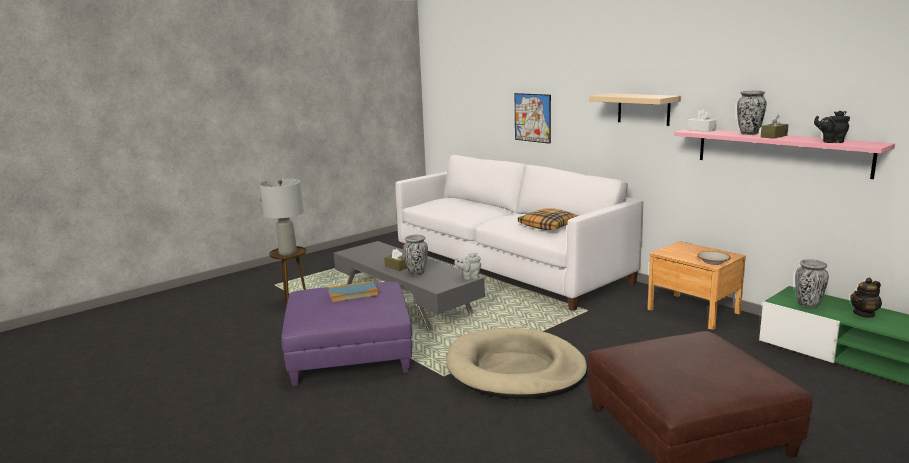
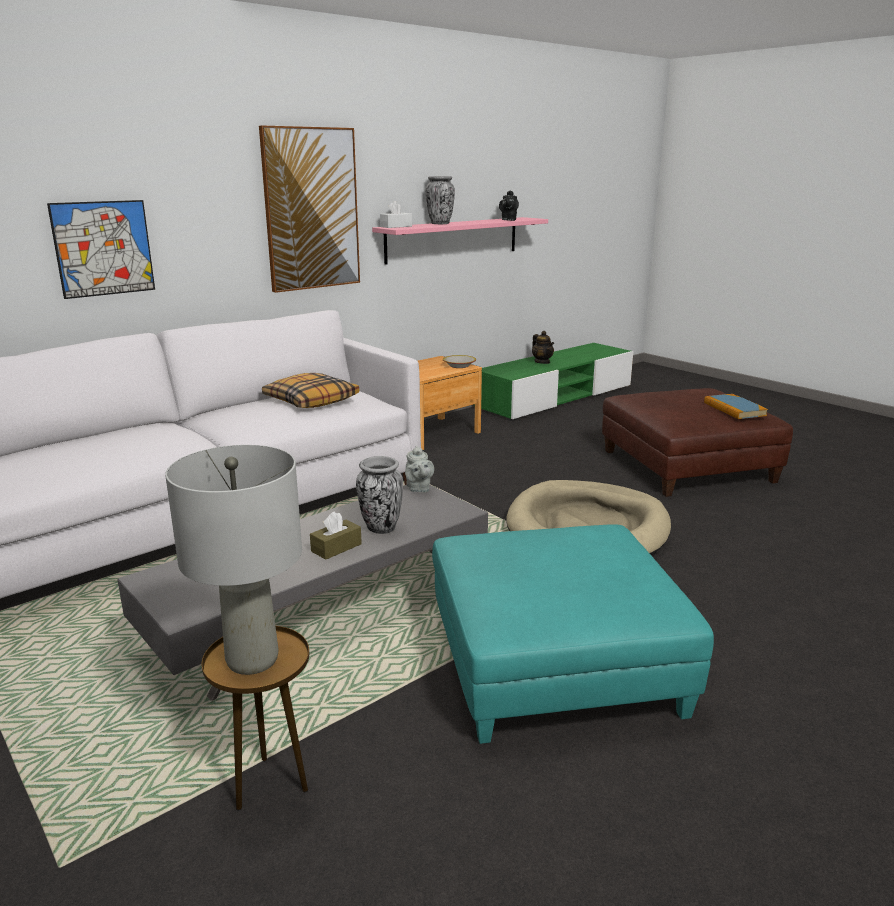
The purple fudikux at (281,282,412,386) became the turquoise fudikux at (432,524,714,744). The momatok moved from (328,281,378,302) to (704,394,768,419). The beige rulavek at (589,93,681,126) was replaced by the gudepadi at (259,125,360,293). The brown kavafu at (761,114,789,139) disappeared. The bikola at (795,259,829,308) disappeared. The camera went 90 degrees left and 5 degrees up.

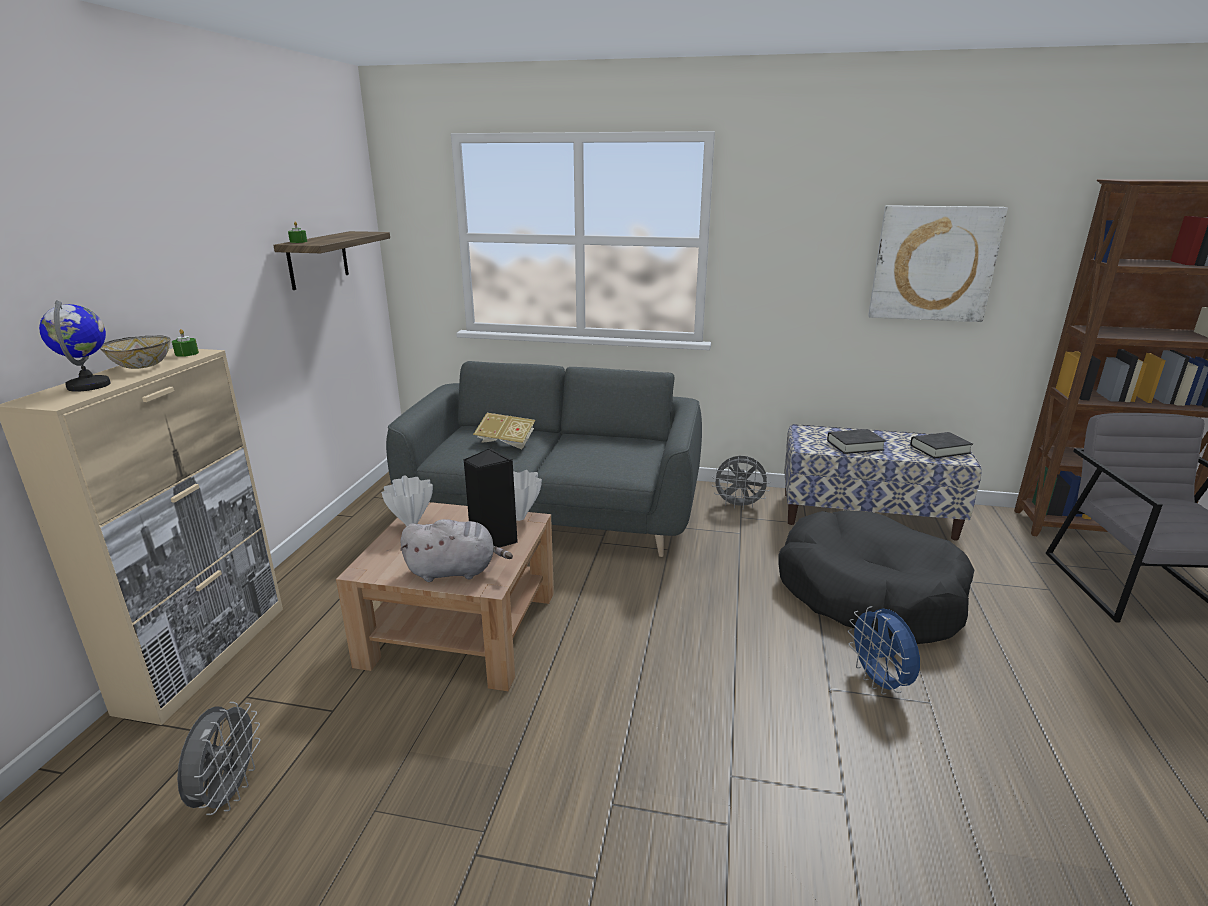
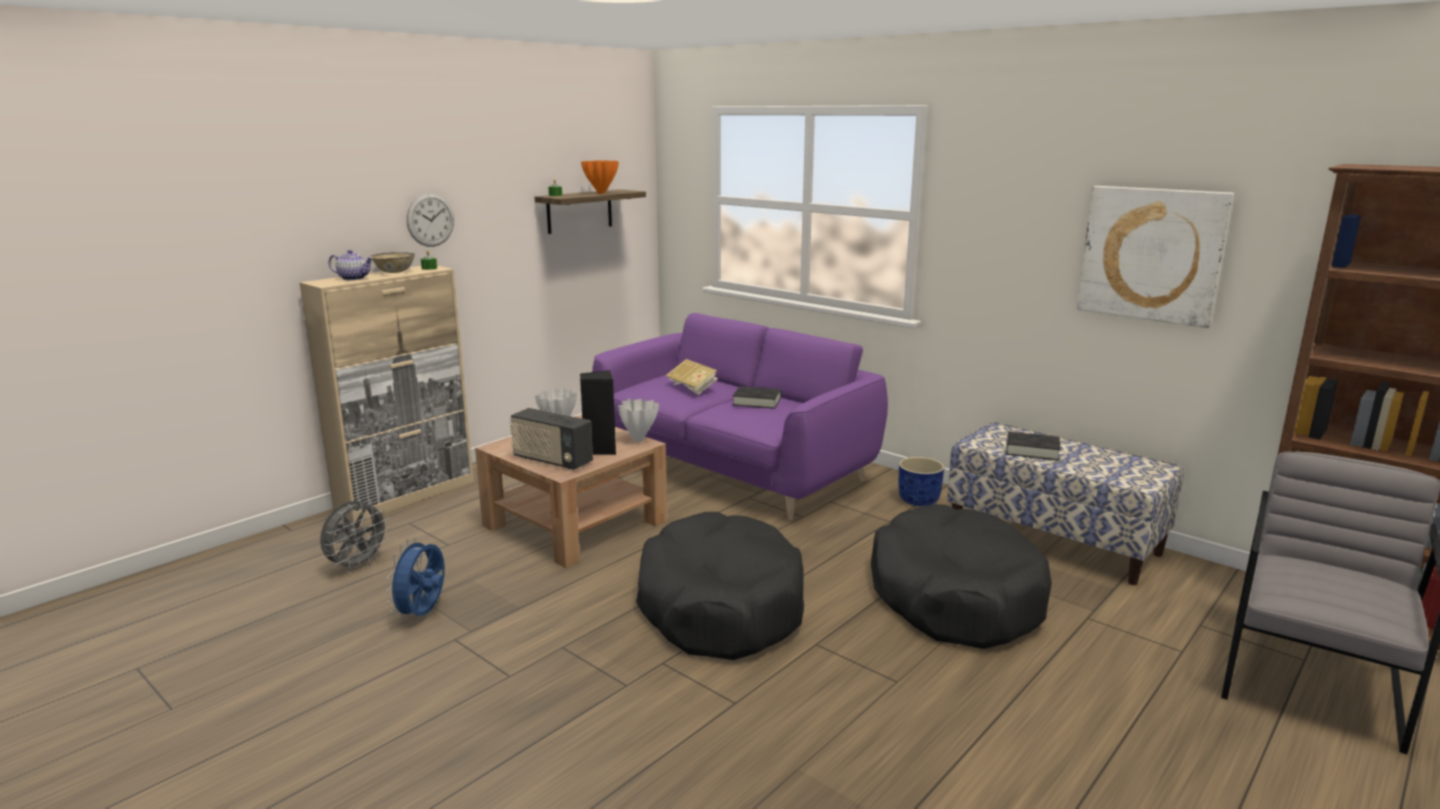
The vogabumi at (39,300,110,392) was replaced by the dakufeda at (329,250,374,280). The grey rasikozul at (386,361,702,557) became the purple rasikozul at (592,313,888,520). The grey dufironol at (400,519,513,582) was replaced by the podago at (510,408,593,470). The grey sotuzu at (712,456,771,510) was replaced by the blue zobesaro at (898,457,944,506). The blue sotuzu moved from (848,606,920,695) to (385,537,445,619). The black momatok moved from (910,432,973,459) to (733,386,781,409). The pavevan at (406,193,454,247) appeared. The orange bikola at (581,160,619,194) appeared. The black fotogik at (636,512,804,660) appeared. The camera went 30 degrees right and 5 degrees down.

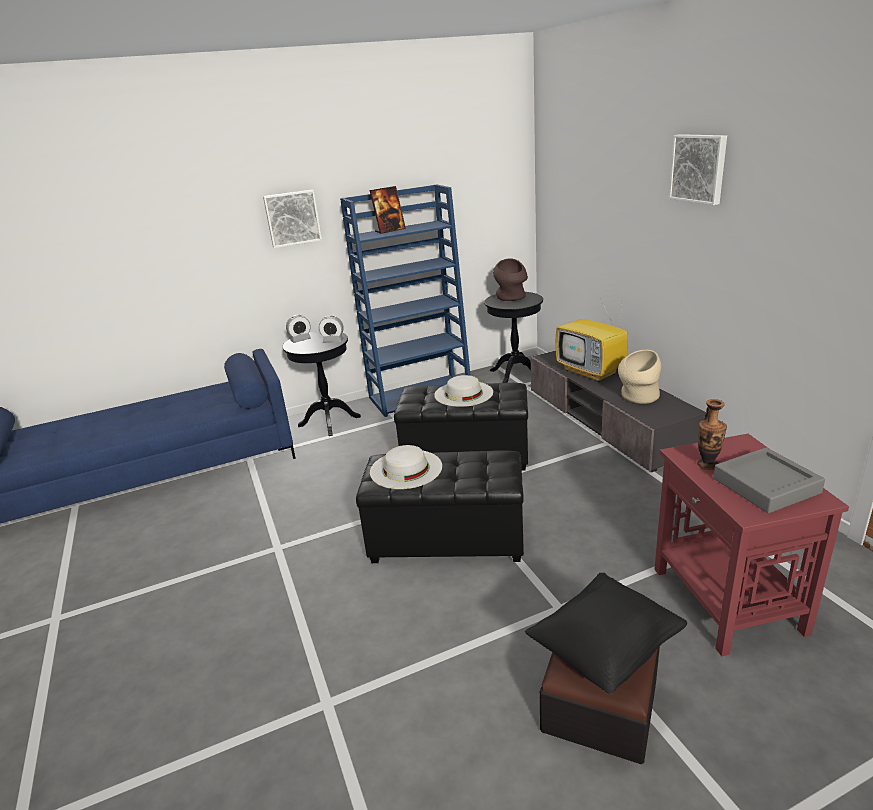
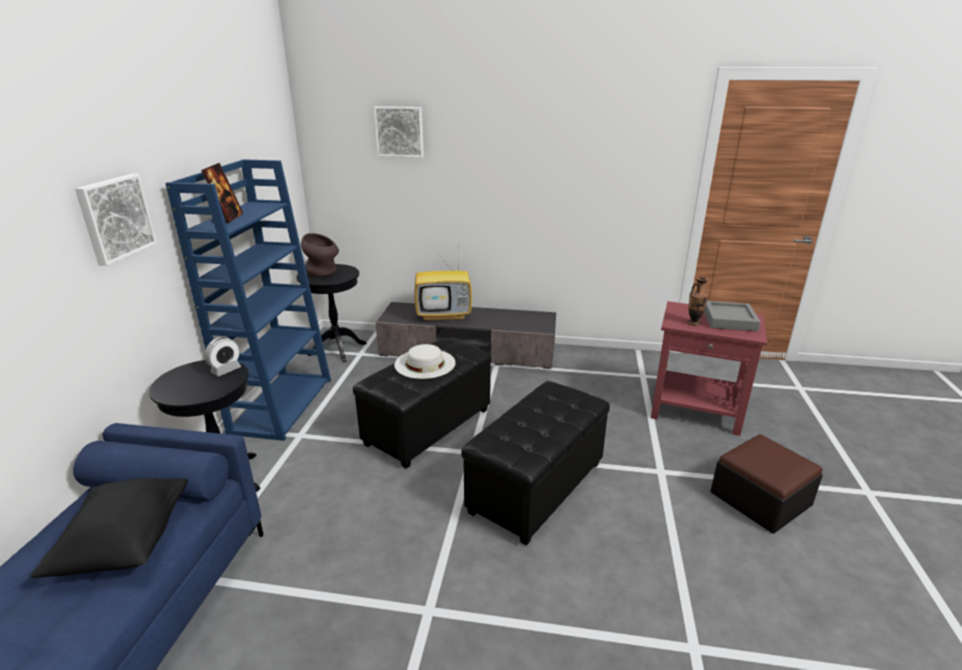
The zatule at (286,315,311,343) disappeared. The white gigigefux at (370,445,442,489) disappeared. The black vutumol moved from (525,573,687,694) to (30,478,188,578). The beige bikola at (618,350,662,404) disappeared. The gudepadi moved from (669,134,727,205) to (374,106,424,157). The camera went 60 degrees left and 0 degrees up.

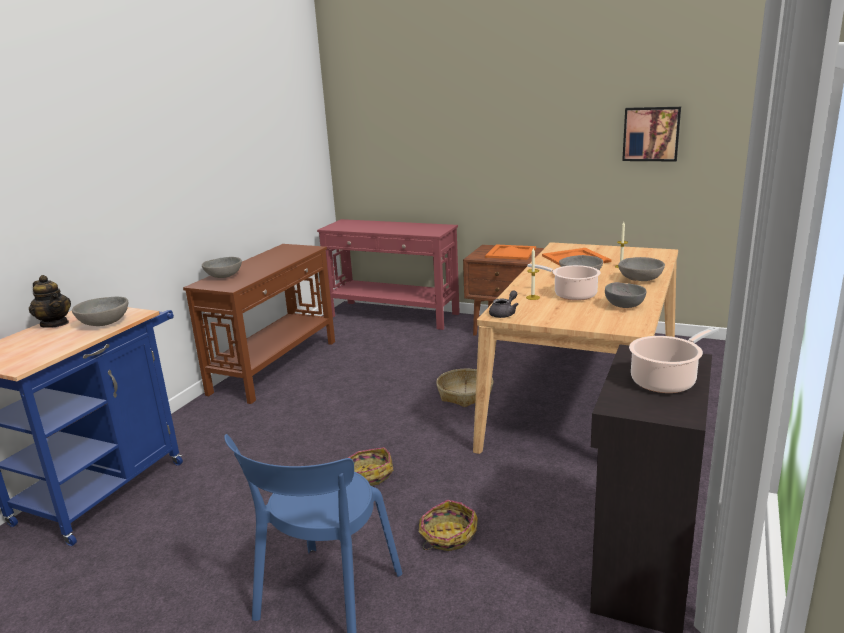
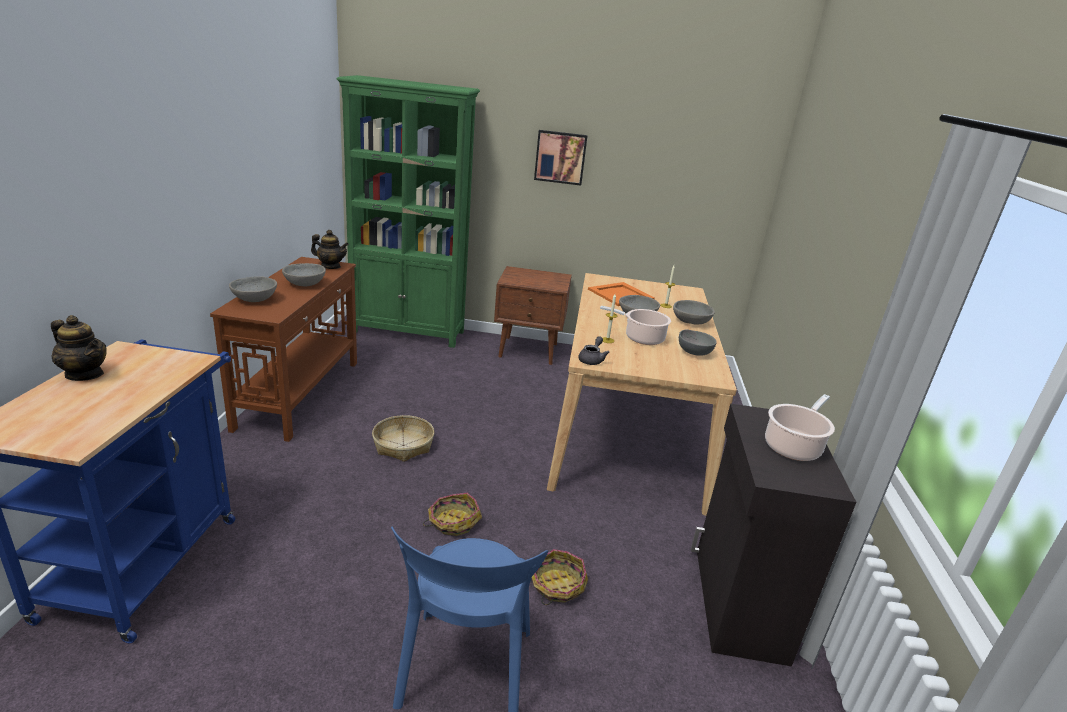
The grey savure moved from (72,297,128,326) to (282,263,326,286). The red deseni at (317,219,460,330) was replaced by the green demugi at (337,75,480,348). The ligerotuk moved from (436,369,494,407) to (372,415,434,462). The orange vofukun at (485,244,536,260) disappeared. The gudepadi moved from (622,107,681,161) to (534,130,588,186). The dakufeda at (311,230,349,269) appeared. The camera went 20 degrees left and 5 degrees up.

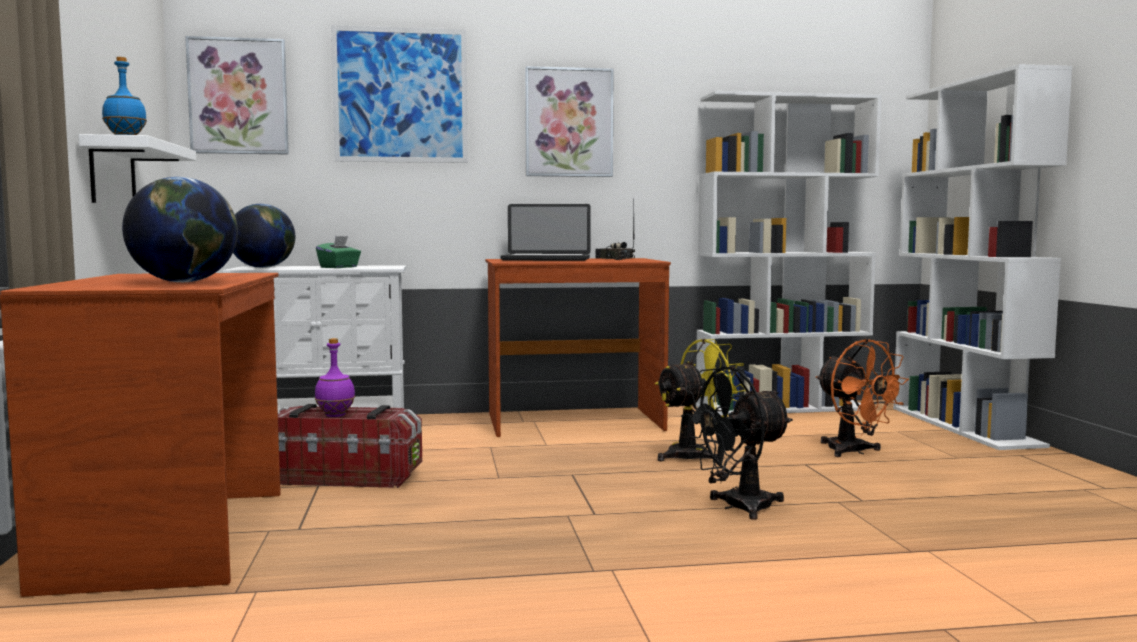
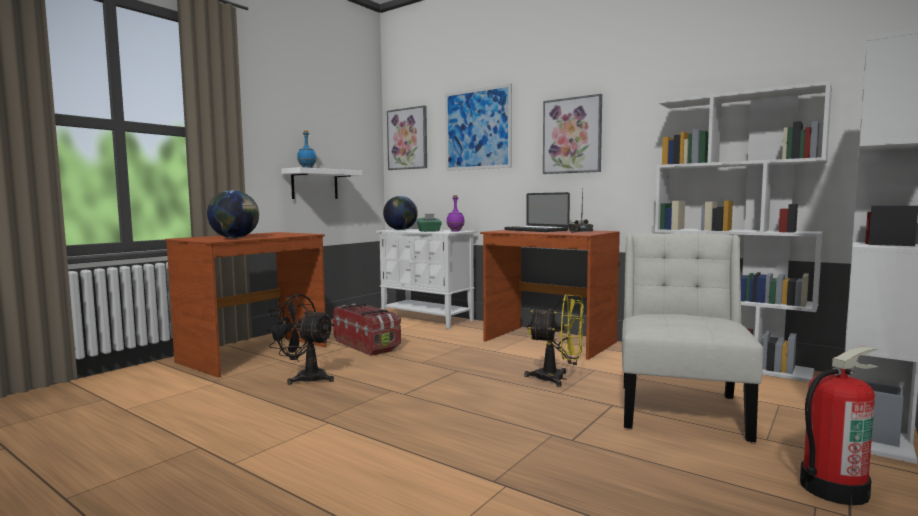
The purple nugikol moved from (315,338,355,417) to (447,195,465,232). The black sotuzu moved from (681,367,793,520) to (265,294,335,385). The orange sotuzu at (816,339,909,457) was replaced by the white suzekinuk at (622,233,763,442). The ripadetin at (800,346,879,505) appeared. The camera went 45 degrees right and 0 degrees up.

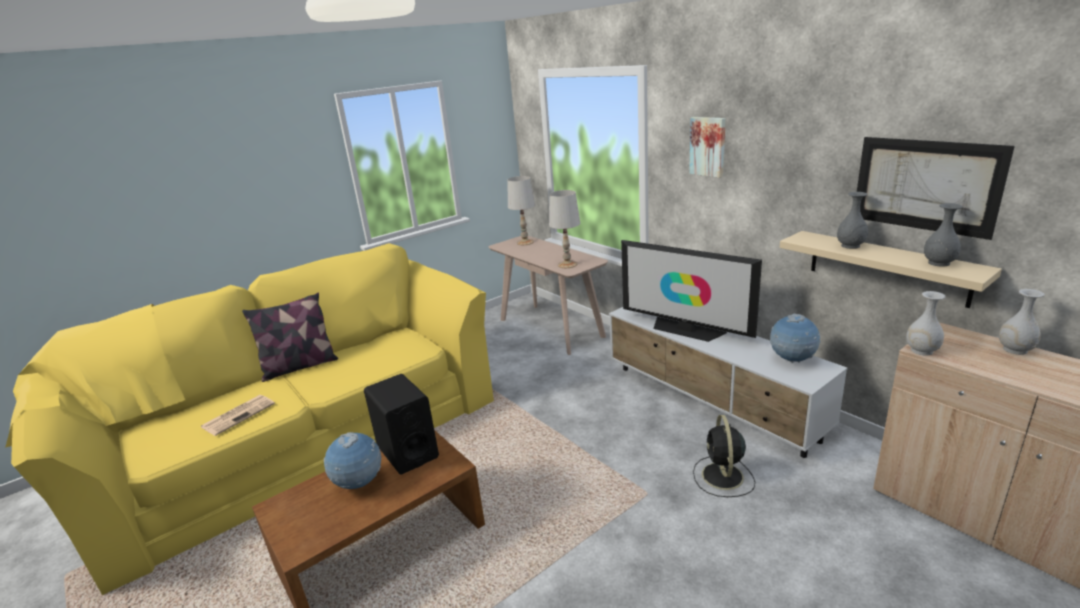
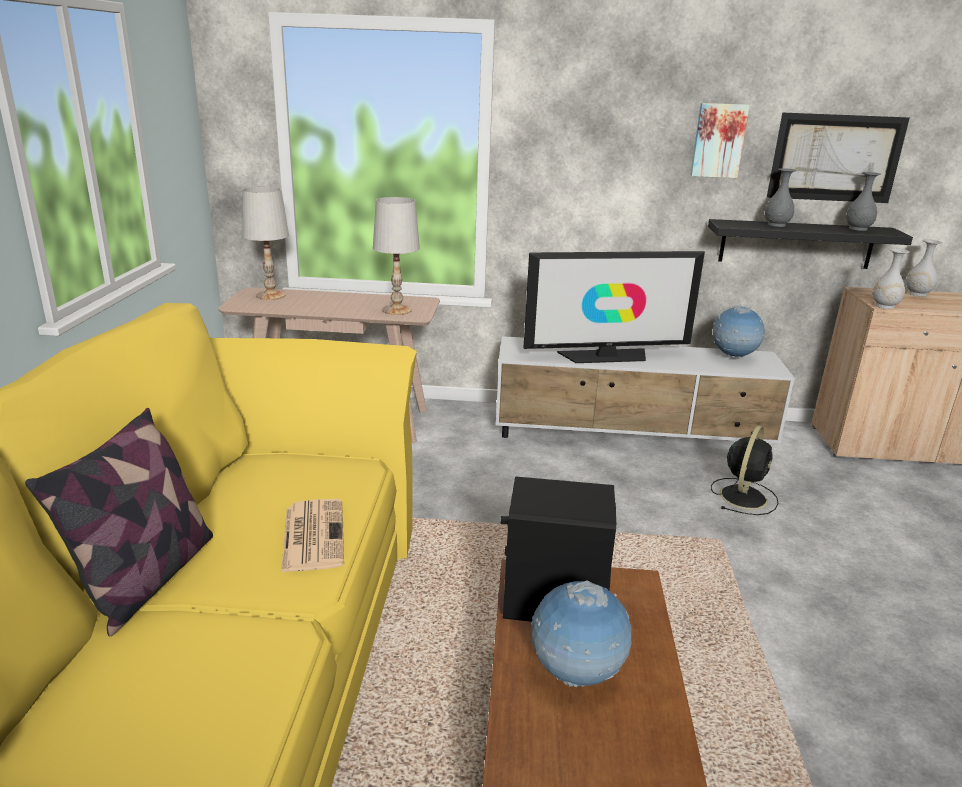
The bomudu moved from (201,395,275,436) to (281,499,344,573). The gudepadi moved from (689,117,726,178) to (690,103,750,178). The black sotuzu at (693,415,755,497) turned 105 degrees counterclockwise. The beige rulavek at (780,231,1002,308) became the black rulavek at (708,219,913,269). The camera went 50 degrees left and 0 degrees up.

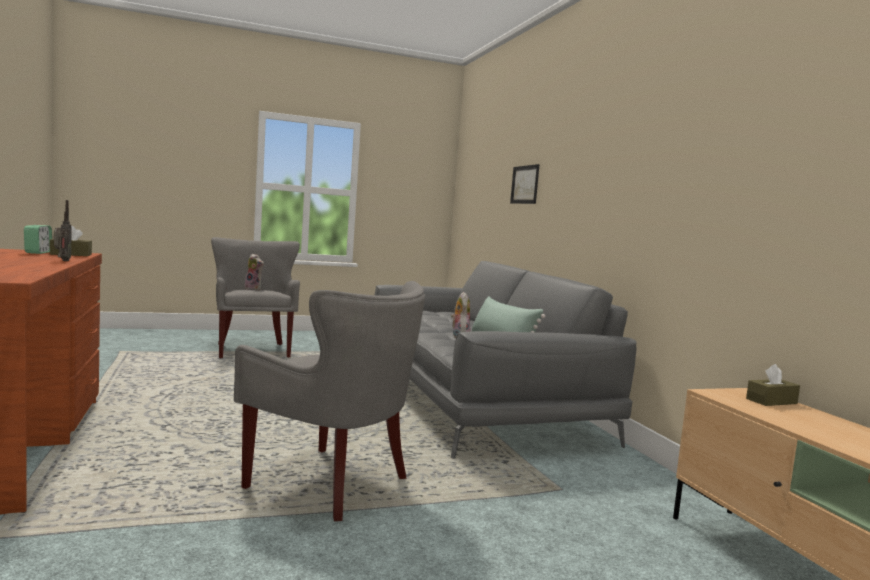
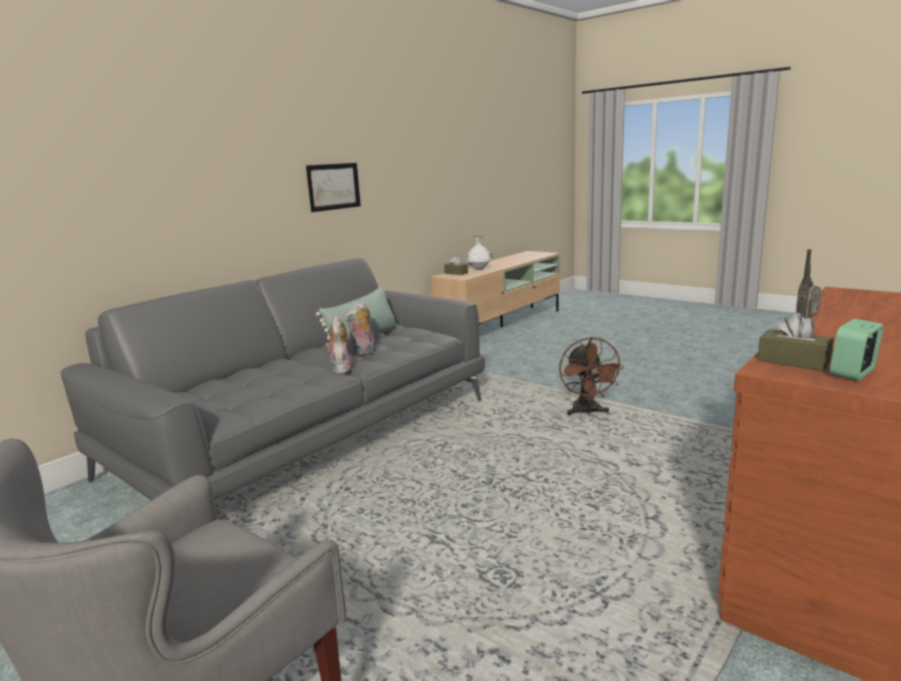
The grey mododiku at (234,281,425,522) was replaced by the brown sotuzu at (559,337,624,415). The dufironol moved from (245,254,264,290) to (325,315,353,374). The gudepadi moved from (510,164,540,204) to (306,163,361,212). The white bikola at (465,235,493,270) appeared. The camera went 120 degrees left and 10 degrees up.

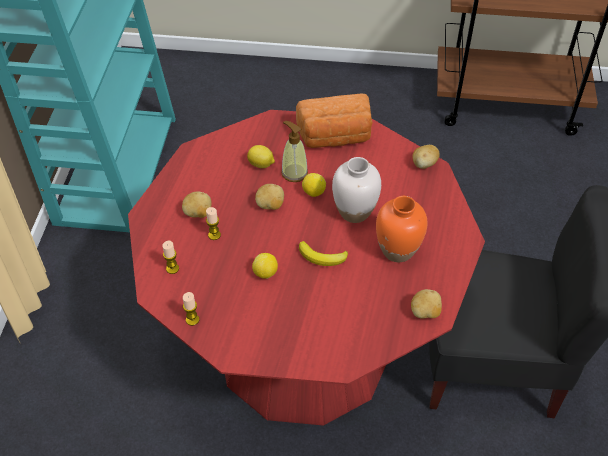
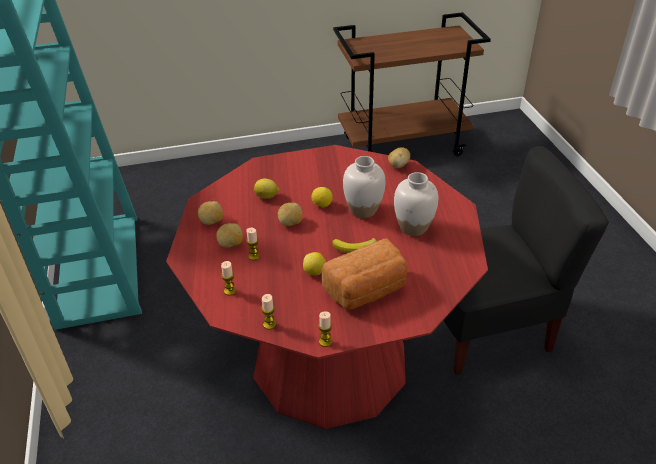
The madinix at (281,121,308,182) disappeared. The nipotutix moved from (296,93,373,148) to (322,238,408,310). The orange bikola at (376,196,428,262) became the white bikola at (394,172,438,236). The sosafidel moved from (411,289,442,319) to (198,201,223,225). The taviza at (318,311,332,347) appeared. The camera went 20 degrees left and 10 degrees down.

